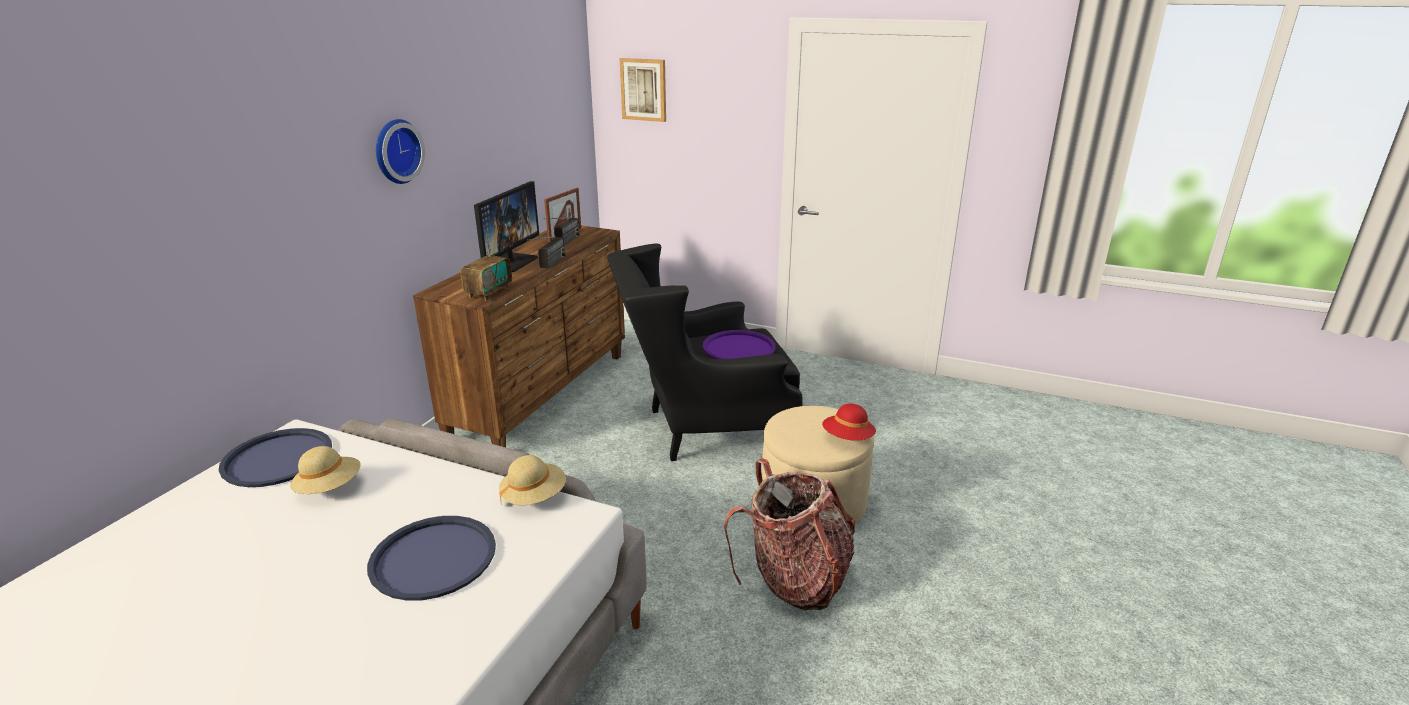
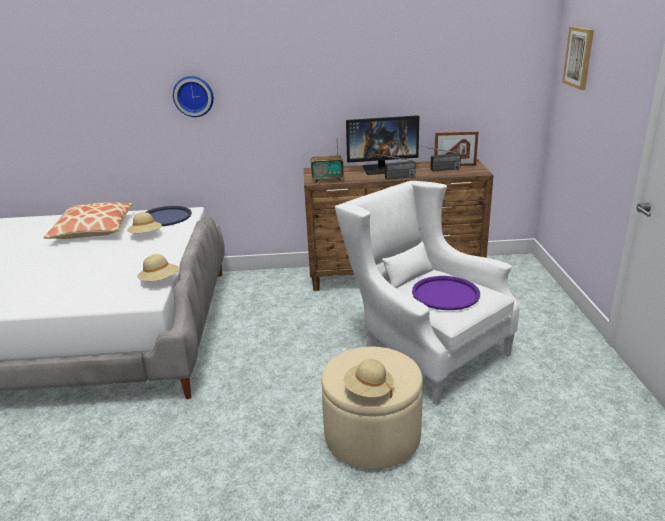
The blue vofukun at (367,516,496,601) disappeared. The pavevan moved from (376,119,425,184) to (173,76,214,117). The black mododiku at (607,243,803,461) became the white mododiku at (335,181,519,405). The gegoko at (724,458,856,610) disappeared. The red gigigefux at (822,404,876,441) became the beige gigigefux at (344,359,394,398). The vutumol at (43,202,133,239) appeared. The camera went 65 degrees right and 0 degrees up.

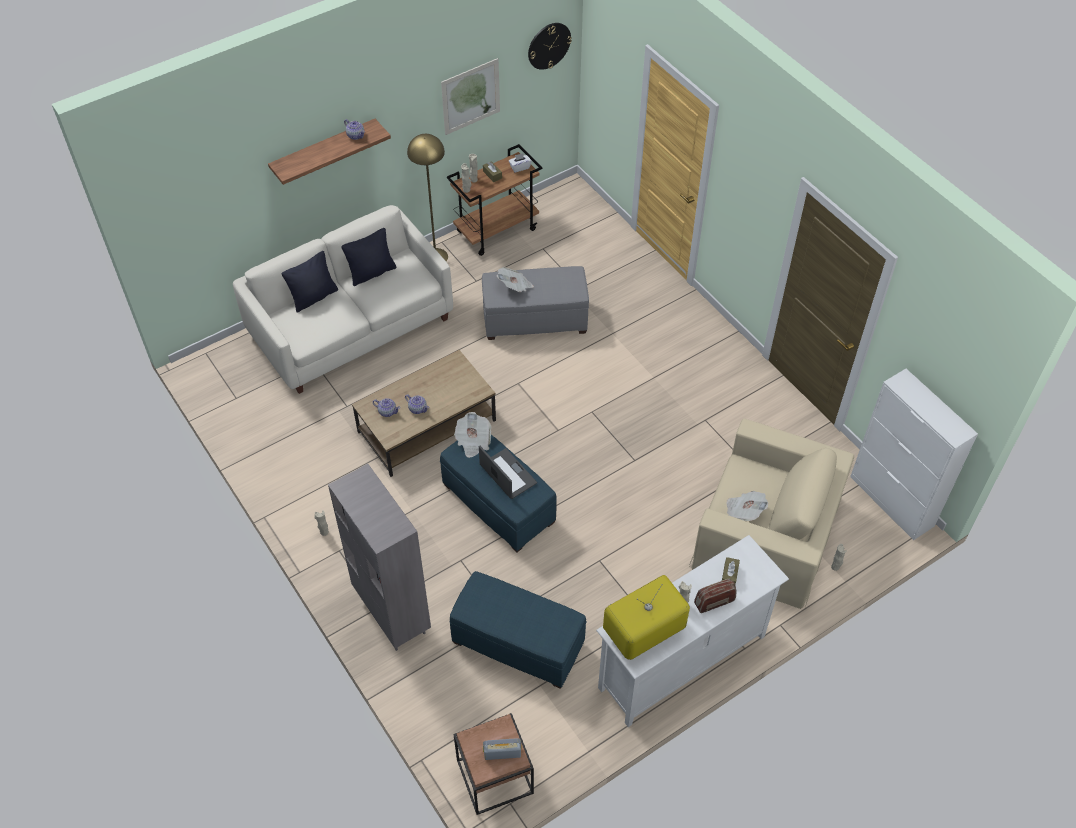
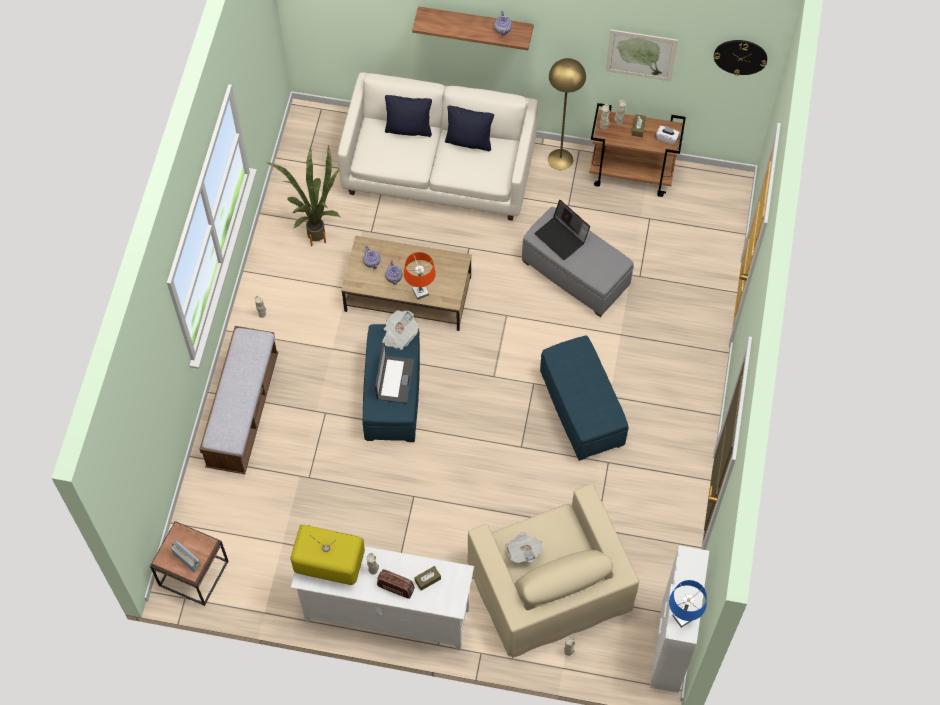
The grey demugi at (328,464,431,651) was replaced by the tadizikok at (199,326,278,474). The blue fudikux moved from (450,571,587,689) to (540,336,629,461). The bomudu at (496,267,534,292) was replaced by the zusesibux at (534,200,590,260). The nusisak at (266,145,341,246) appeared. The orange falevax at (404,252,436,300) appeared. The blue falevax at (669,580,707,628) appeared. The camera went 45 degrees right and 10 degrees up.

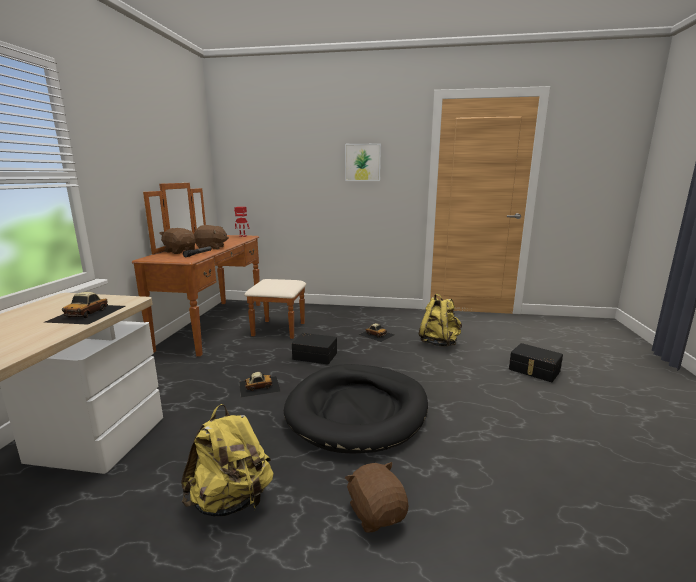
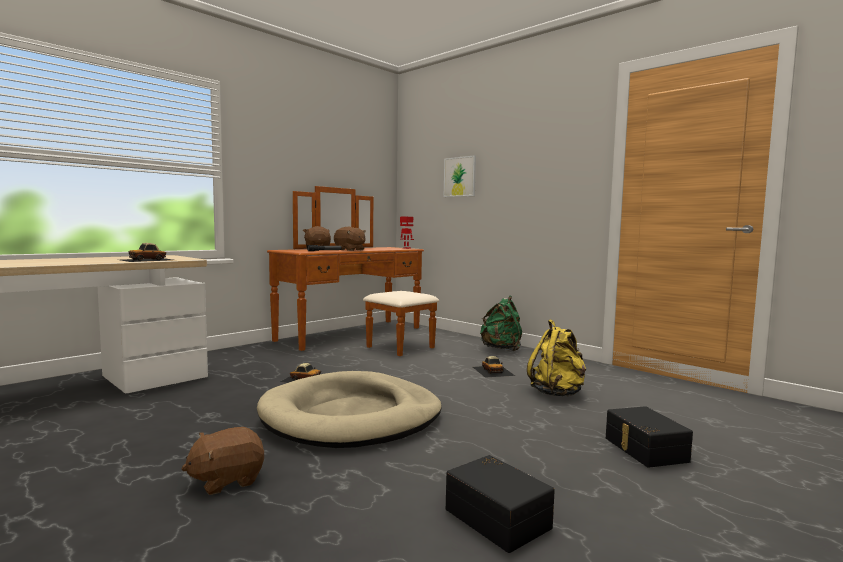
The yellow gegoko at (181,404,274,516) disappeared. The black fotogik at (284,364,428,454) became the beige fotogik at (257,371,442,448). The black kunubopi moved from (292,333,337,365) to (446,455,555,553). The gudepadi moved from (345,143,381,181) to (444,155,476,197). The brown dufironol at (345,462,409,532) turned 135 degrees counterclockwise. The green gegoko at (480,296,522,351) appeared. The camera went 35 degrees right and 10 degrees down.

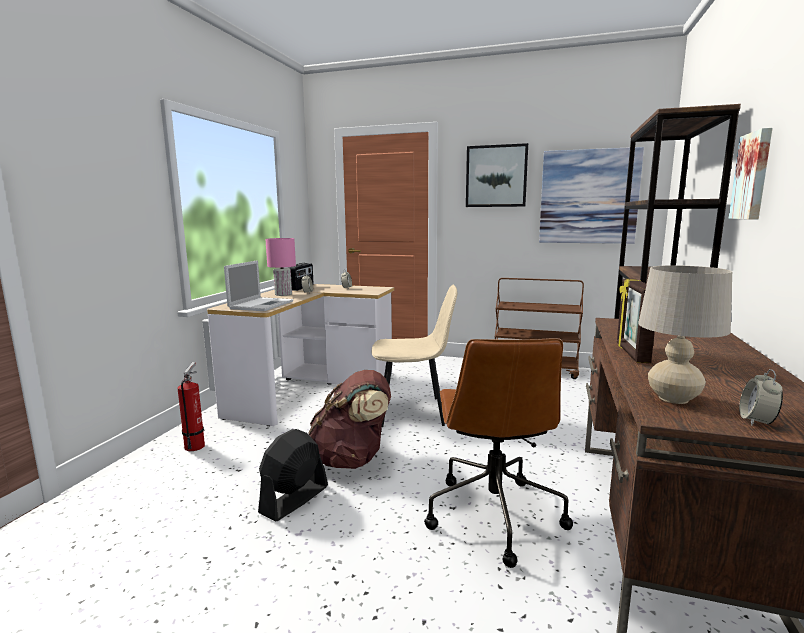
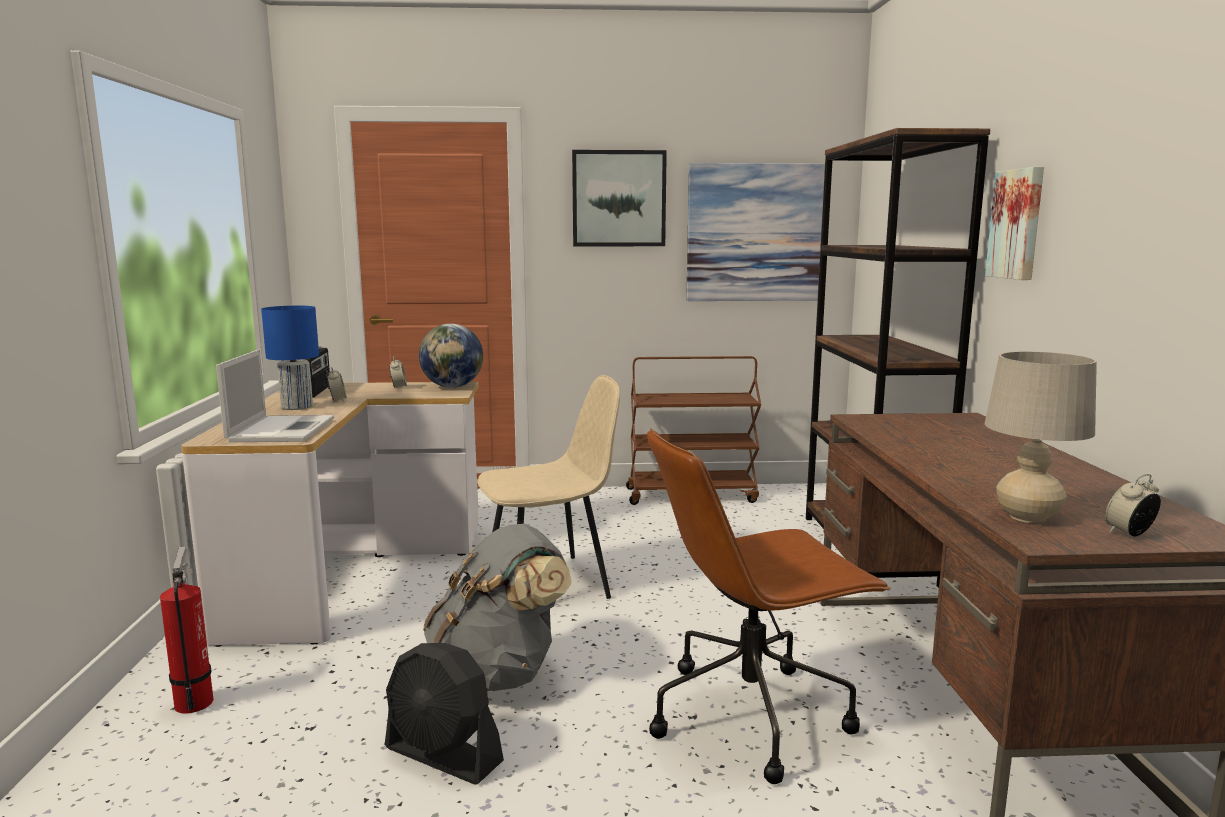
The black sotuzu at (258,429,328,521) turned 75 degrees counterclockwise. The pink falevax at (265,238,296,296) became the blue falevax at (261,306,319,410). The brown gegoko at (309,370,391,469) became the grey gegoko at (423,524,572,691). The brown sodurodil at (424,338,573,568) turned 90 degrees clockwise. The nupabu at (617,279,655,363) disappeared. The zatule at (739,369,783,426) turned 60 degrees clockwise. The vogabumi at (419,324,483,388) appeared. The camera went 20 degrees left and 0 degrees up.

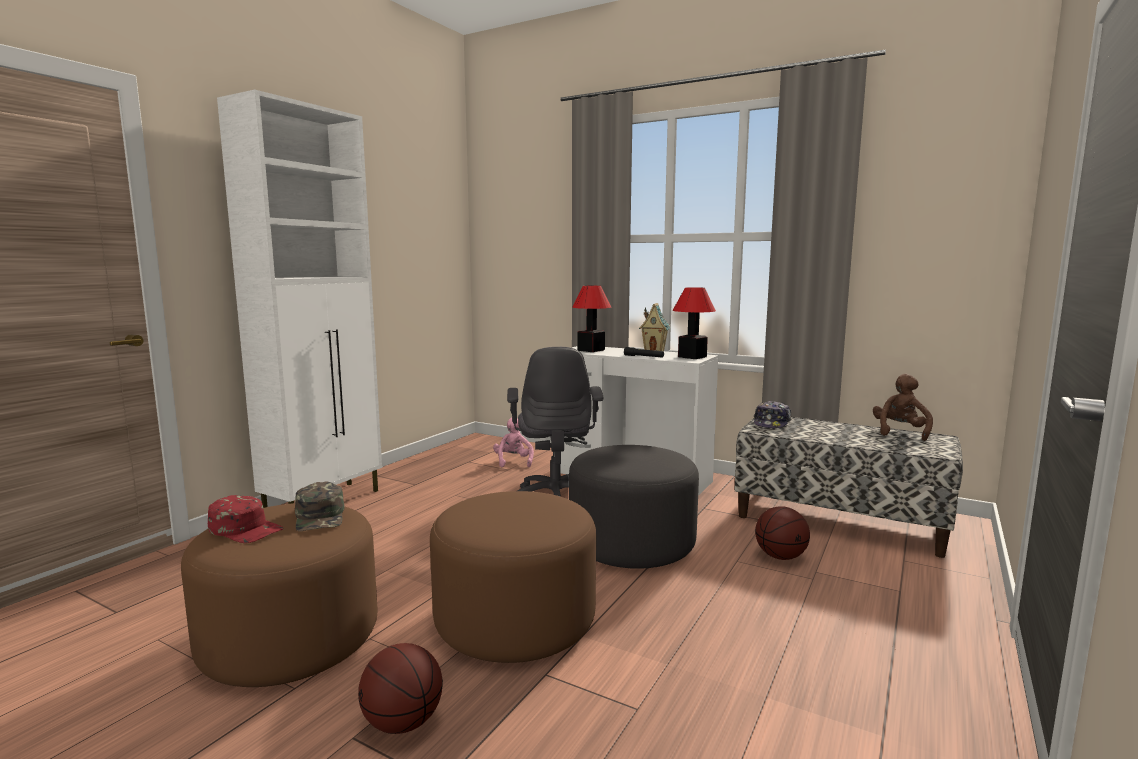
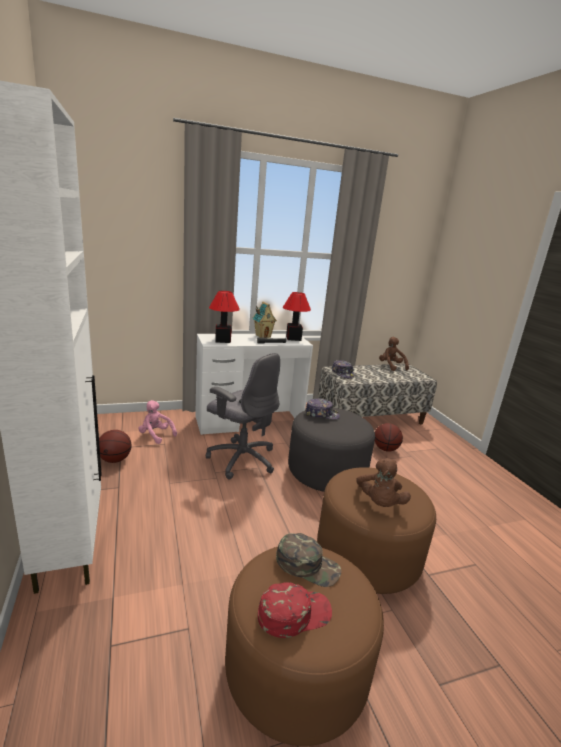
The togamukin moved from (358,643,443,734) to (99,430,132,463). The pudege at (305,398,340,420) appeared. The brown dufironol at (356,458,411,507) appeared. The camera went 50 degrees left and 10 degrees up.

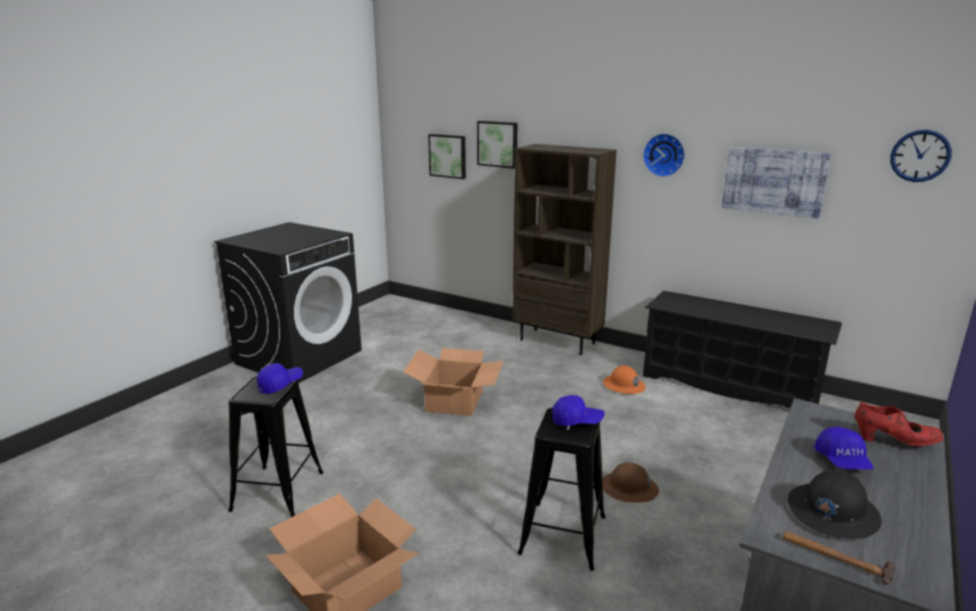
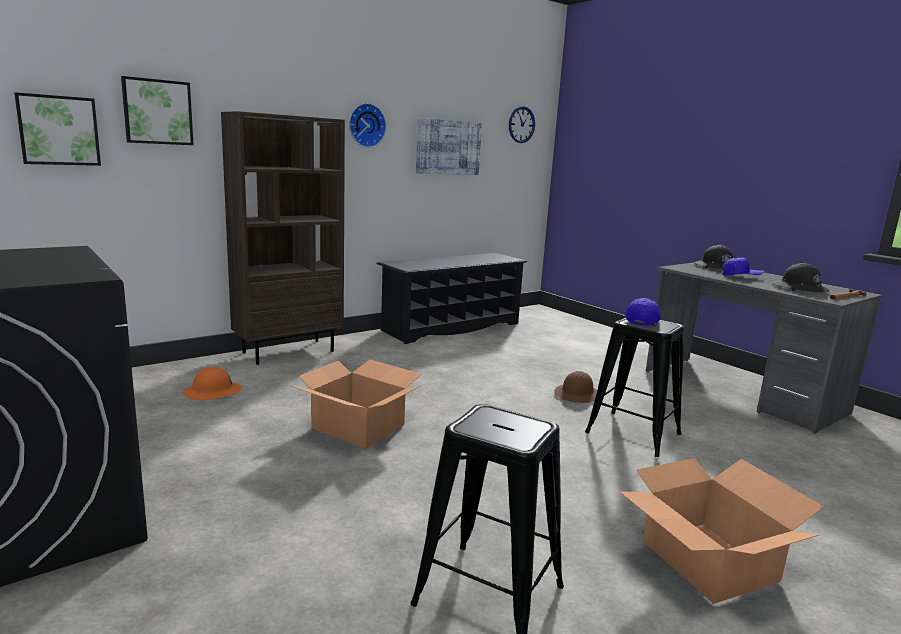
The blue pudege at (257,363,303,394) disappeared. The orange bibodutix moved from (603,366,645,394) to (183,367,241,400). The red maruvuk at (855,402,944,446) was replaced by the black bibodutix at (694,245,733,269). The camera went 70 degrees left and 5 degrees down.

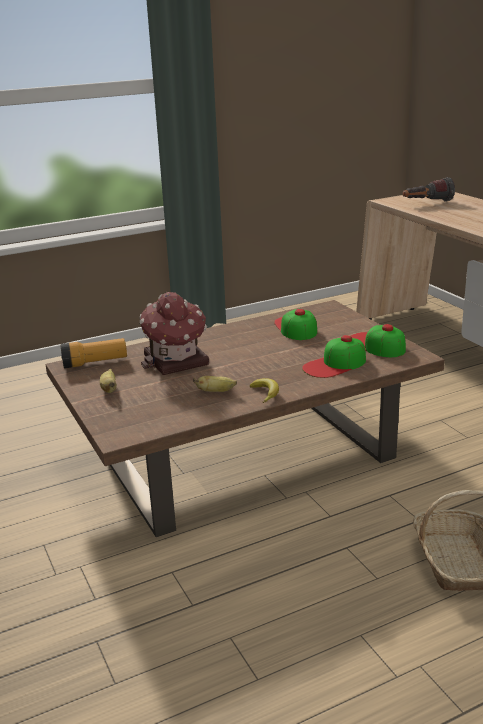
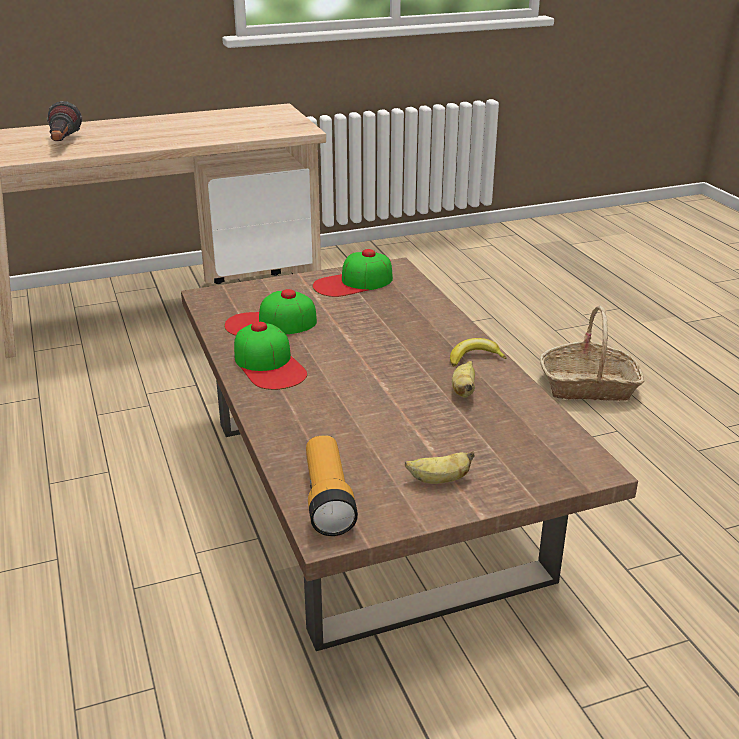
The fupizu at (139,292,209,375) disappeared. The pudege moved from (302,335,366,378) to (234,322,307,390). The camera went 85 degrees left and 5 degrees up.

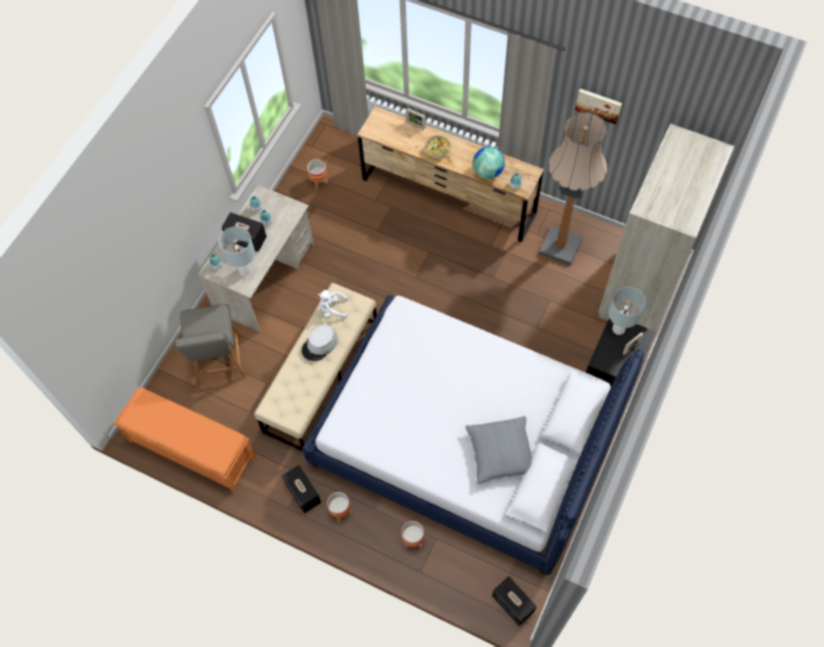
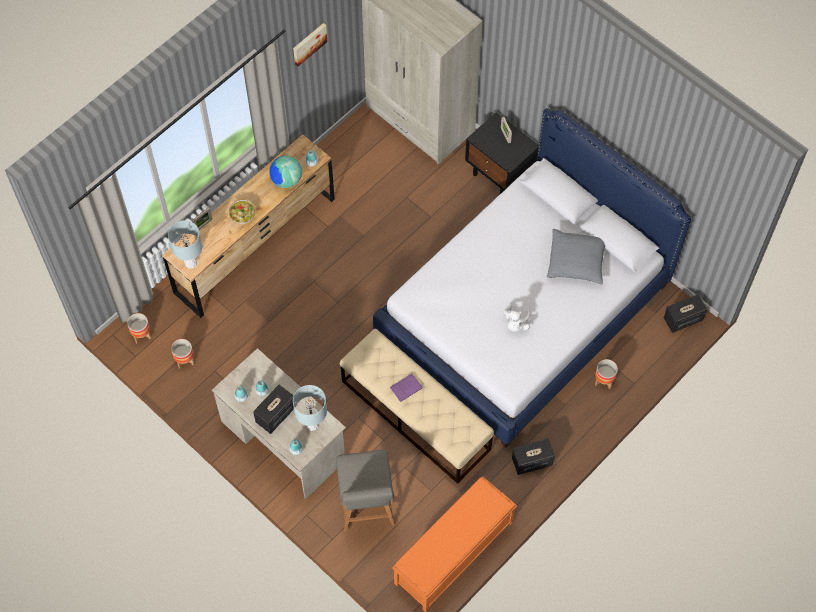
The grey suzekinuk at (175,304,246,386) turned 75 degrees clockwise. The grey gigigefux at (302,324,338,361) was replaced by the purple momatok at (390,373,423,402). The white dufironol moved from (317,290,348,318) to (504,306,530,332). The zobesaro moved from (327,492,352,522) to (127,313,151,343). The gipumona at (539,112,607,266) disappeared. The grey falevax moved from (608,287,646,335) to (168,221,202,269). The camera went 75 degrees left and 0 degrees up.

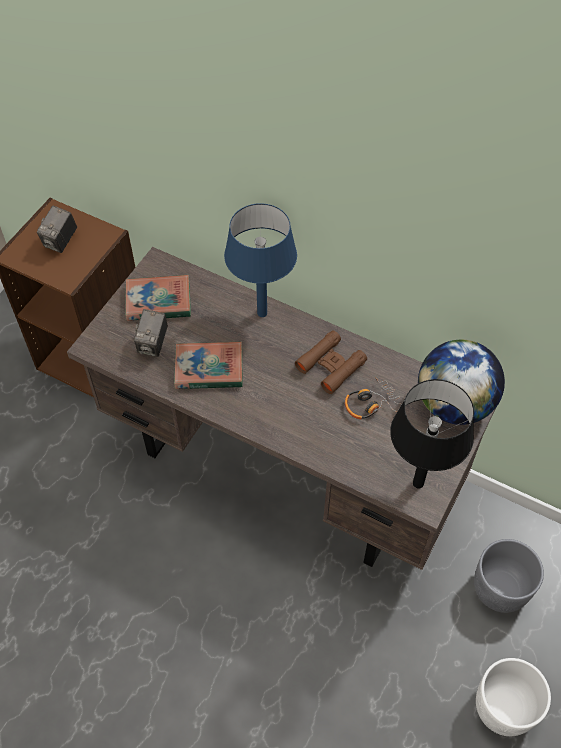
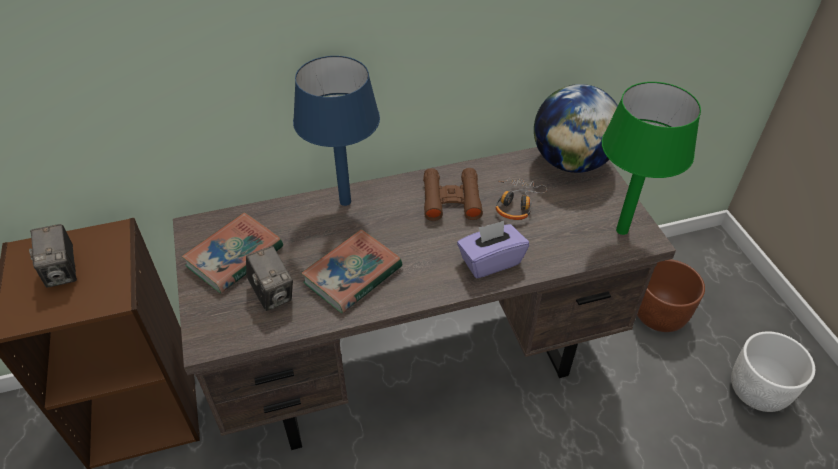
The black falevax at (390,379,474,489) became the green falevax at (602,82,701,235). The grey zobesaro at (474,539,544,613) became the brown zobesaro at (637,259,705,332). The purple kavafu at (457,221,529,278) appeared. The camera went 45 degrees left and 10 degrees down.

